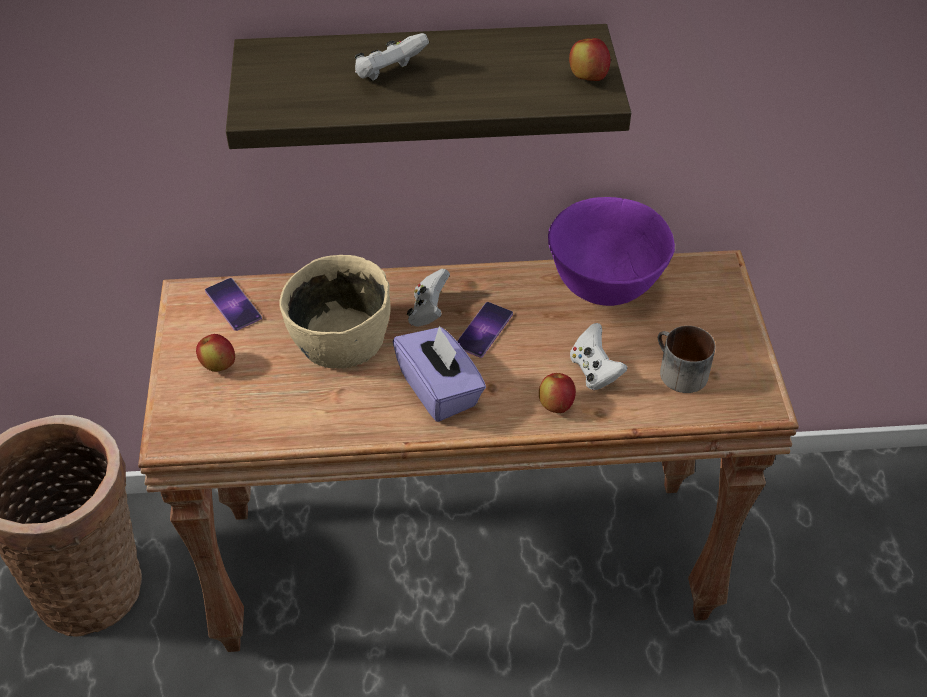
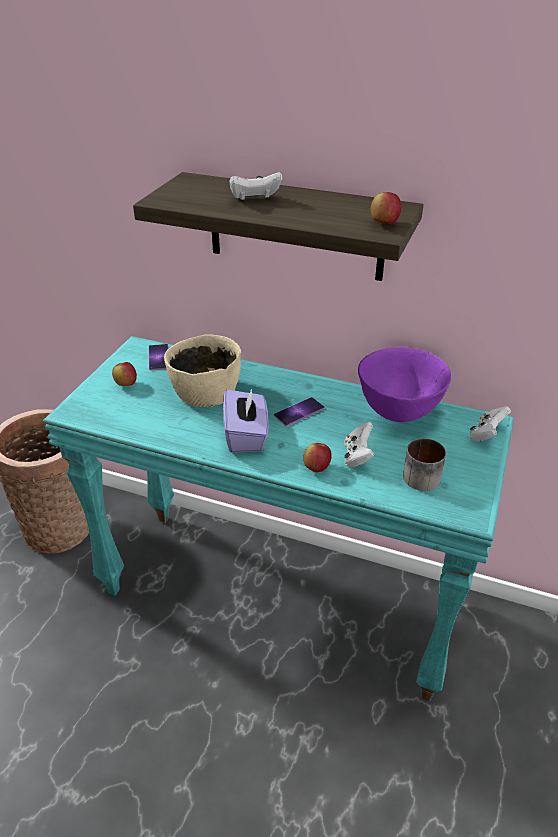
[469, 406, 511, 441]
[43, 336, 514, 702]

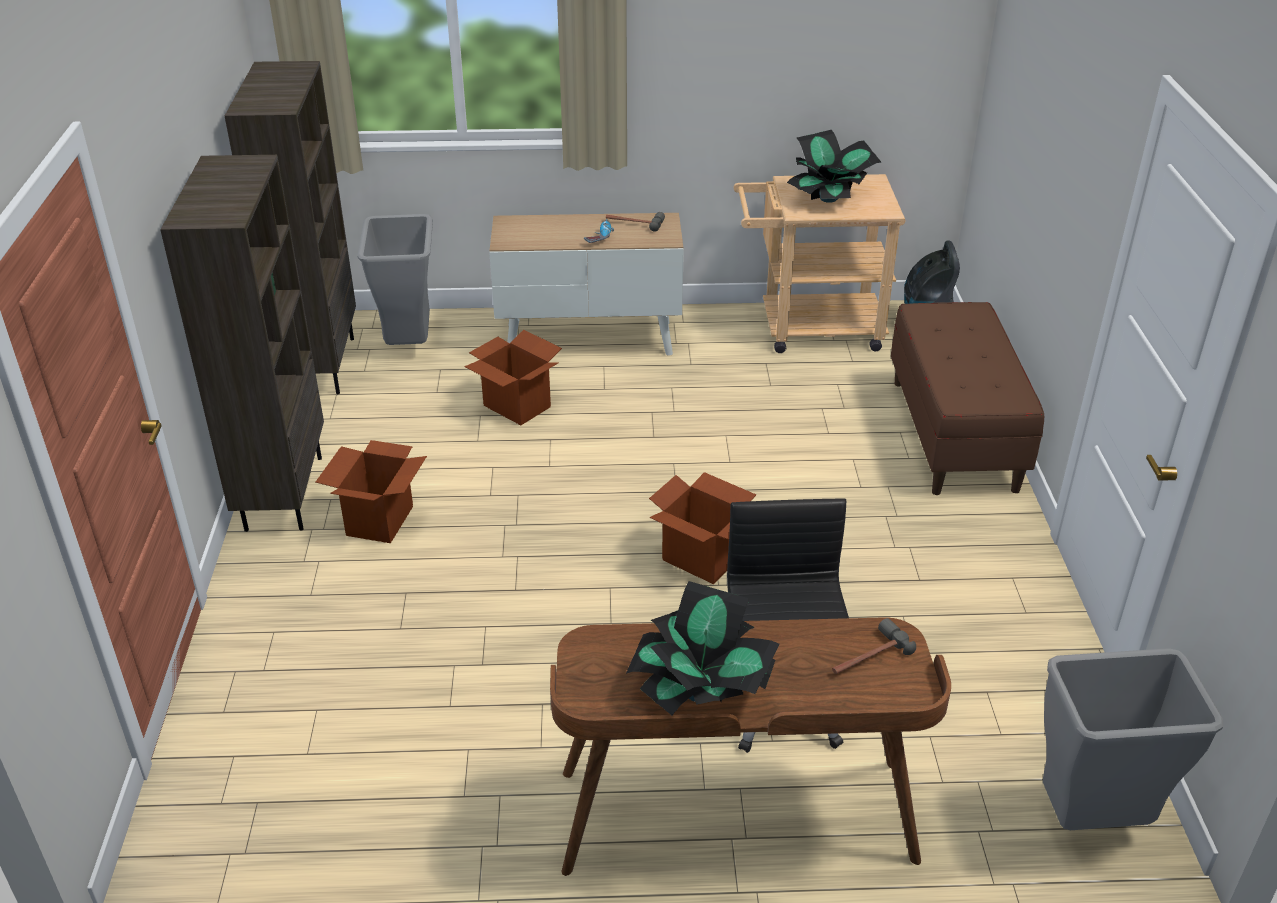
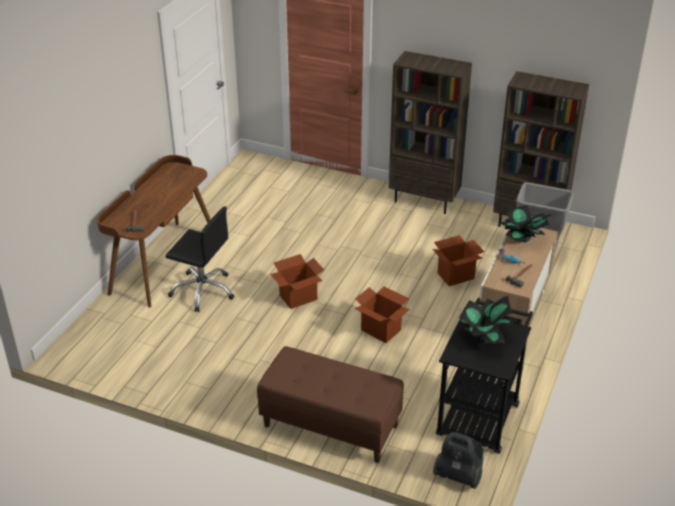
[1043, 648, 1223, 830] (first image)
[354, 286, 410, 343]
[499, 205, 551, 243]
[436, 298, 533, 454]

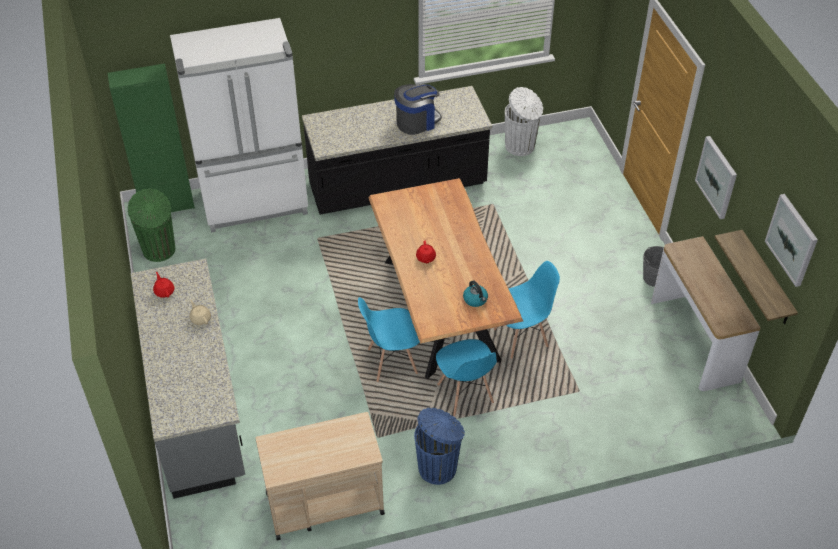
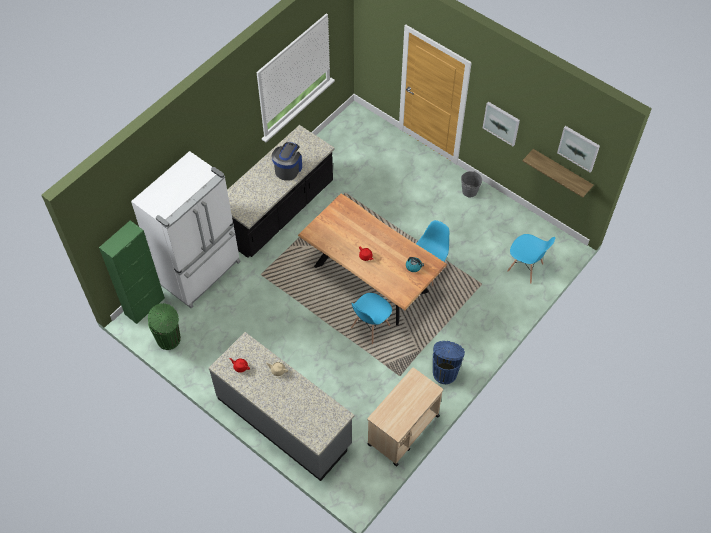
[505, 87, 543, 156] (first image)
[651, 236, 761, 391] (first image)
[507, 234, 555, 284]

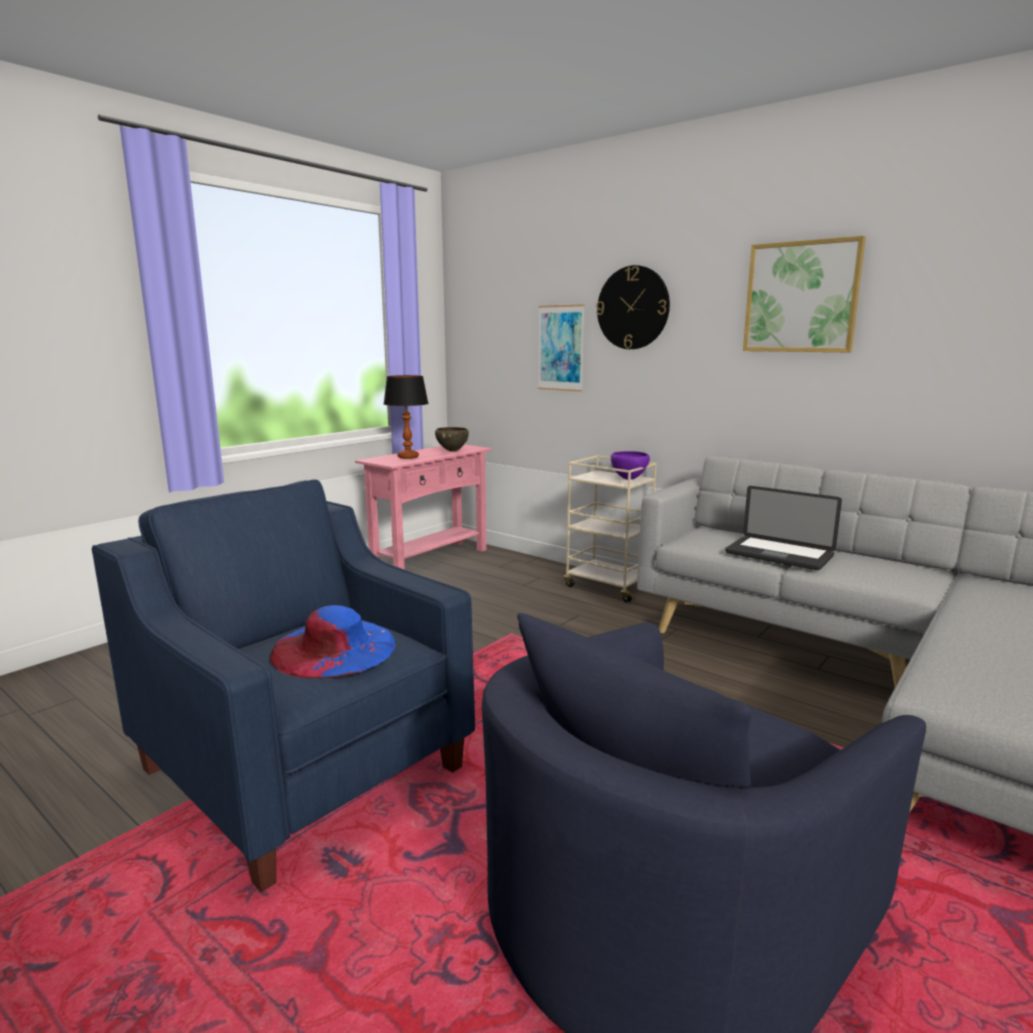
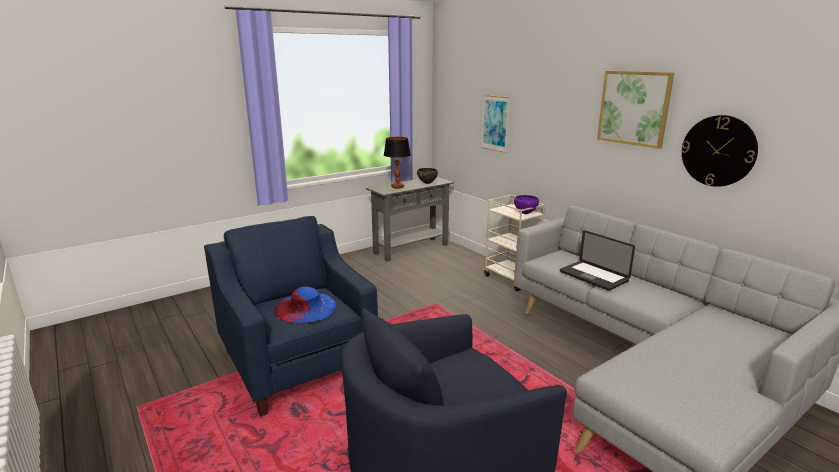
[681, 115, 758, 187]
[366, 177, 454, 261]

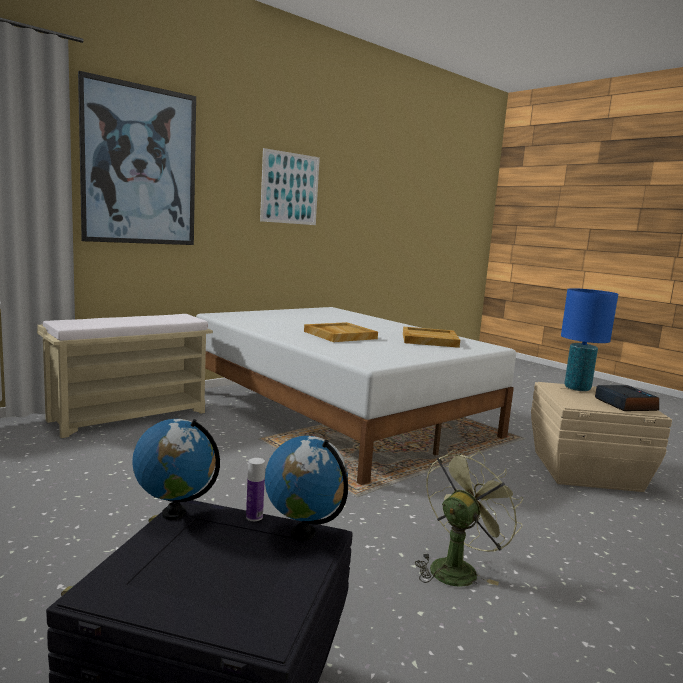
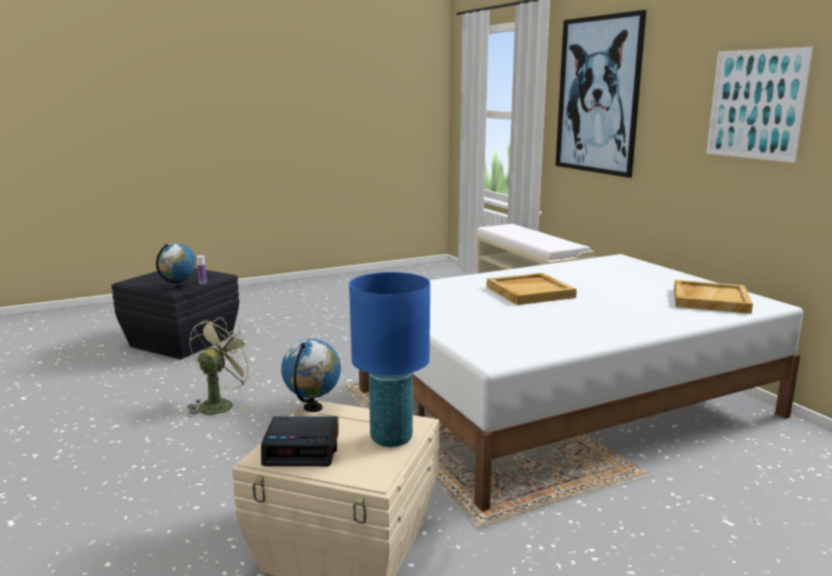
[281, 339, 341, 412]
[674, 280, 753, 314]
[188, 317, 257, 417]

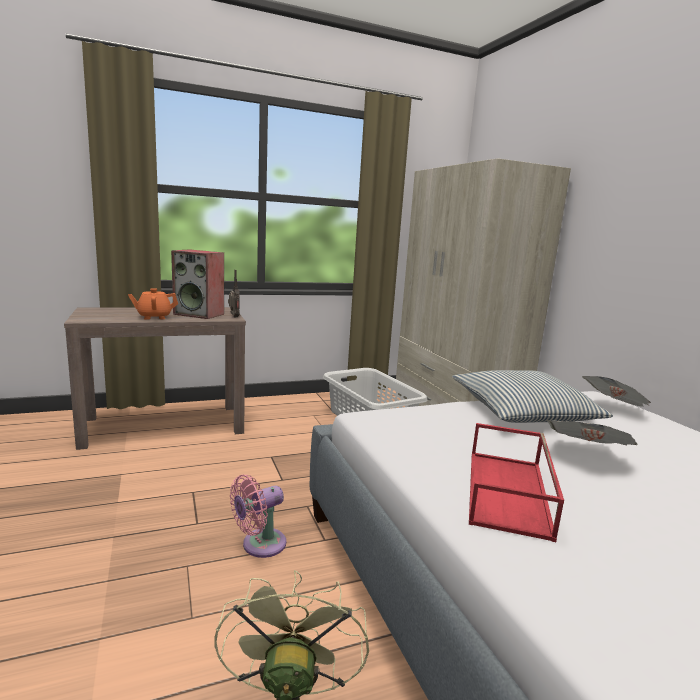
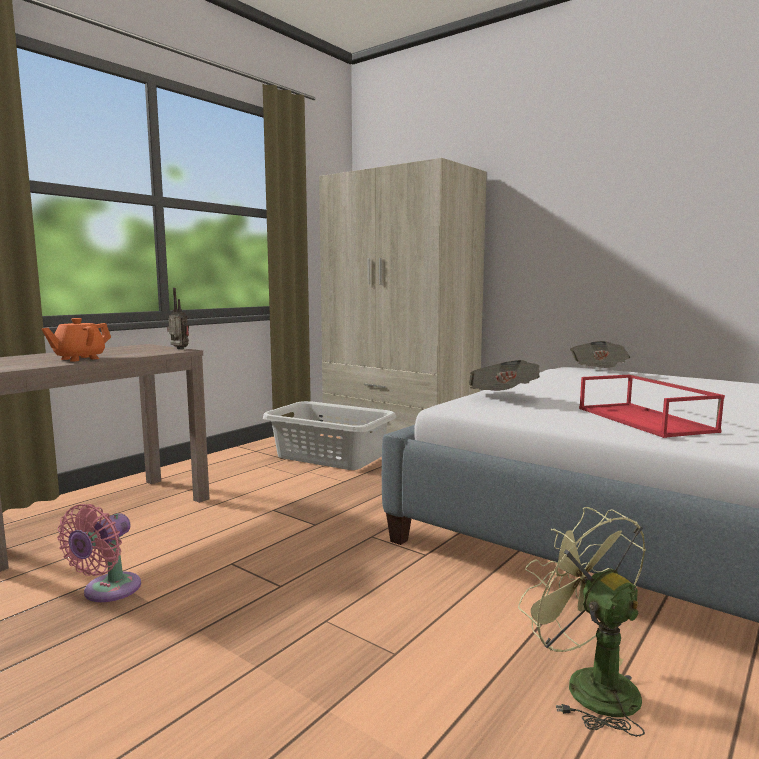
[171, 249, 224, 319] (first image)
[452, 370, 613, 423] (first image)
[57, 504, 141, 602]
[469, 360, 540, 391]

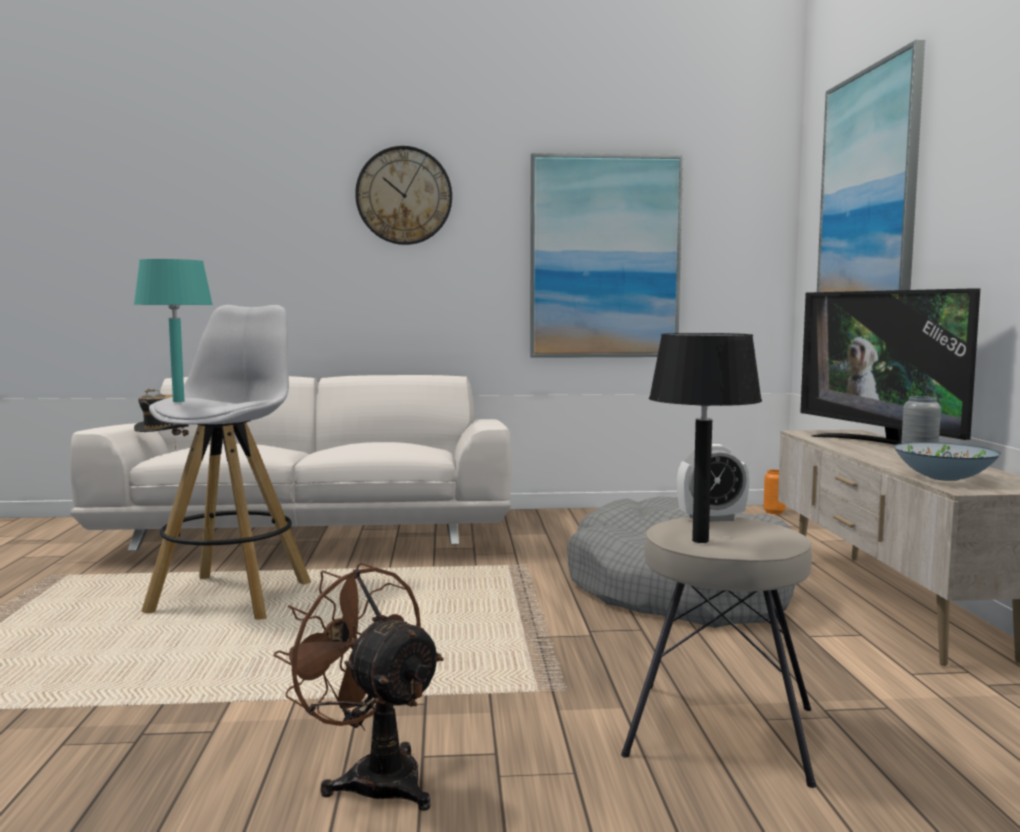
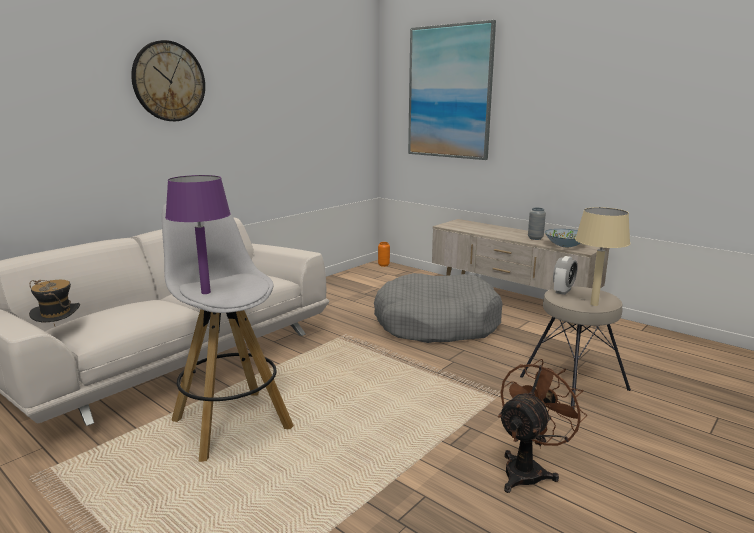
[530, 153, 683, 358] (first image)
[800, 288, 980, 445] (first image)
[165, 175, 231, 294]
[575, 207, 630, 306]
[498, 359, 587, 493]

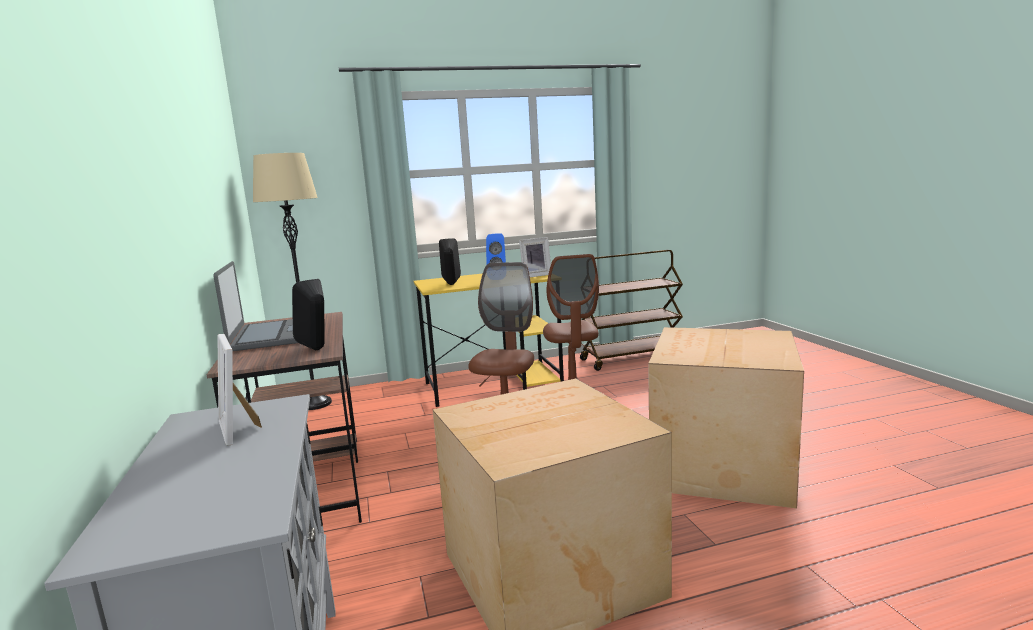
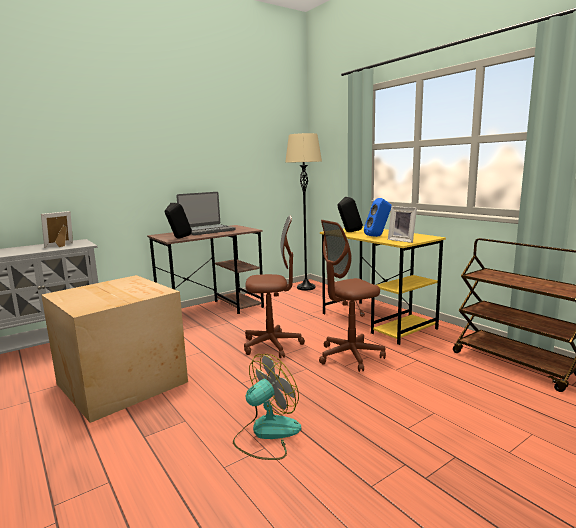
[233, 354, 301, 460]

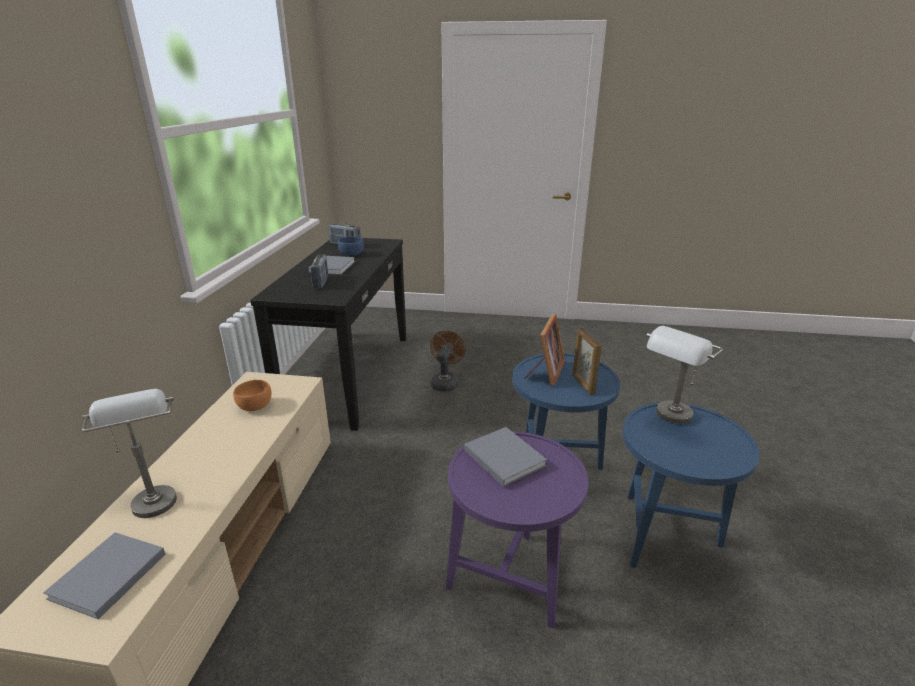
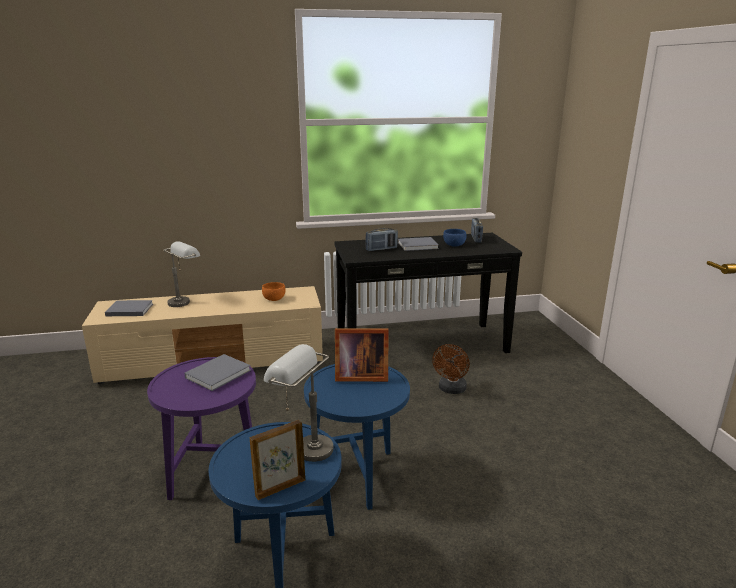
[250, 420, 305, 500]
[432, 344, 470, 394]

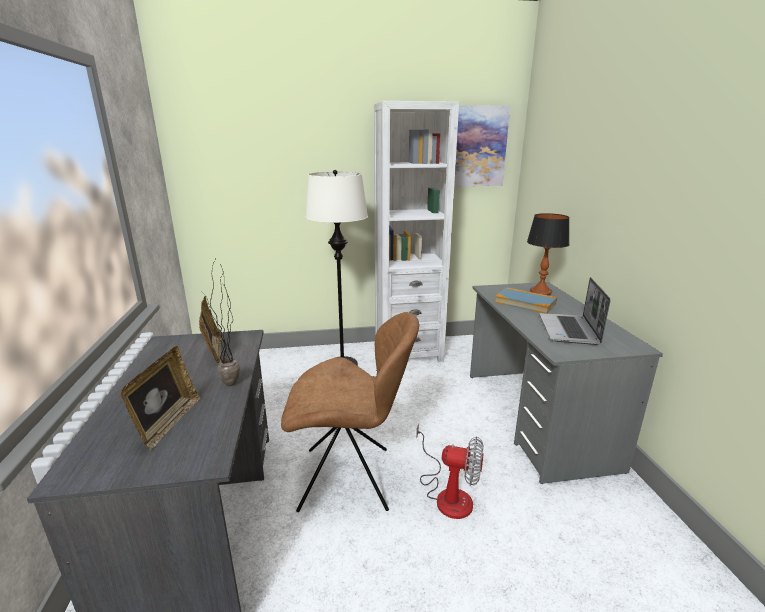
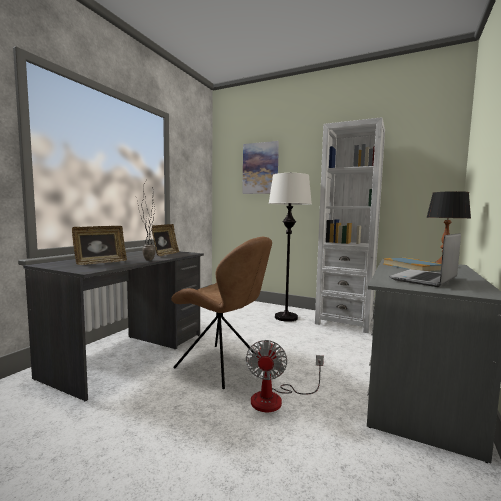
[242, 141, 279, 194]
[246, 340, 324, 412]

